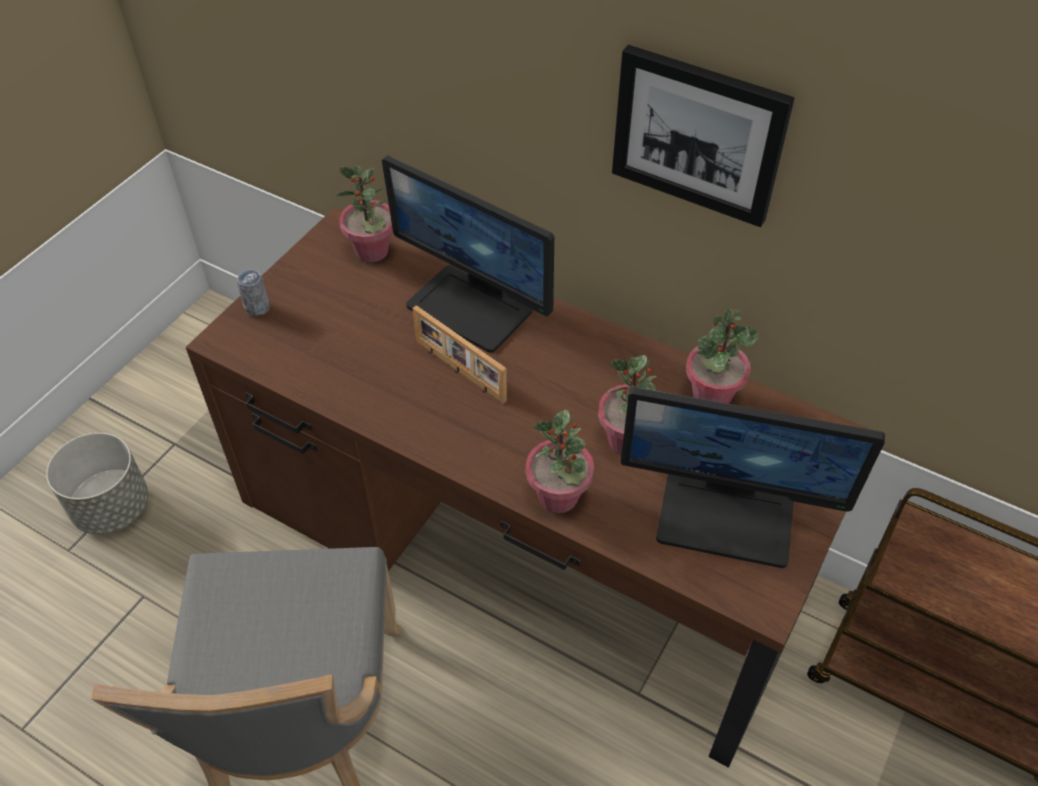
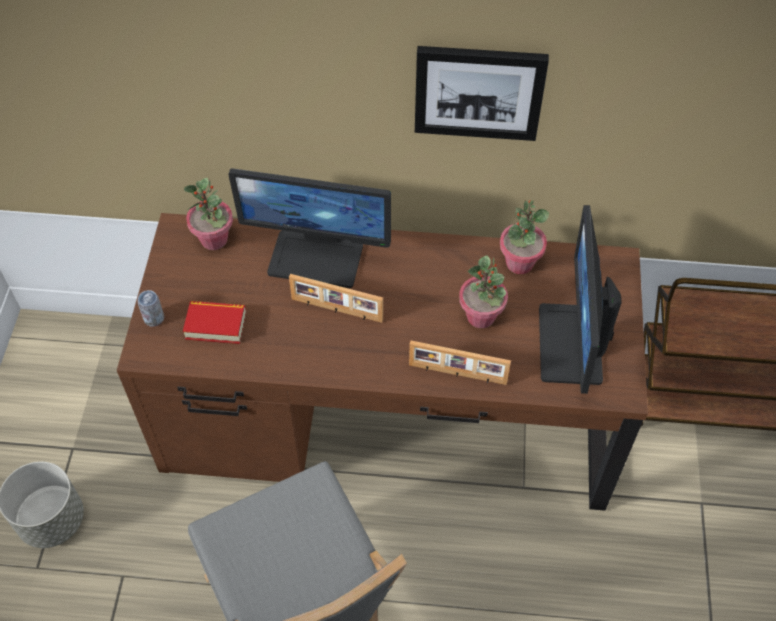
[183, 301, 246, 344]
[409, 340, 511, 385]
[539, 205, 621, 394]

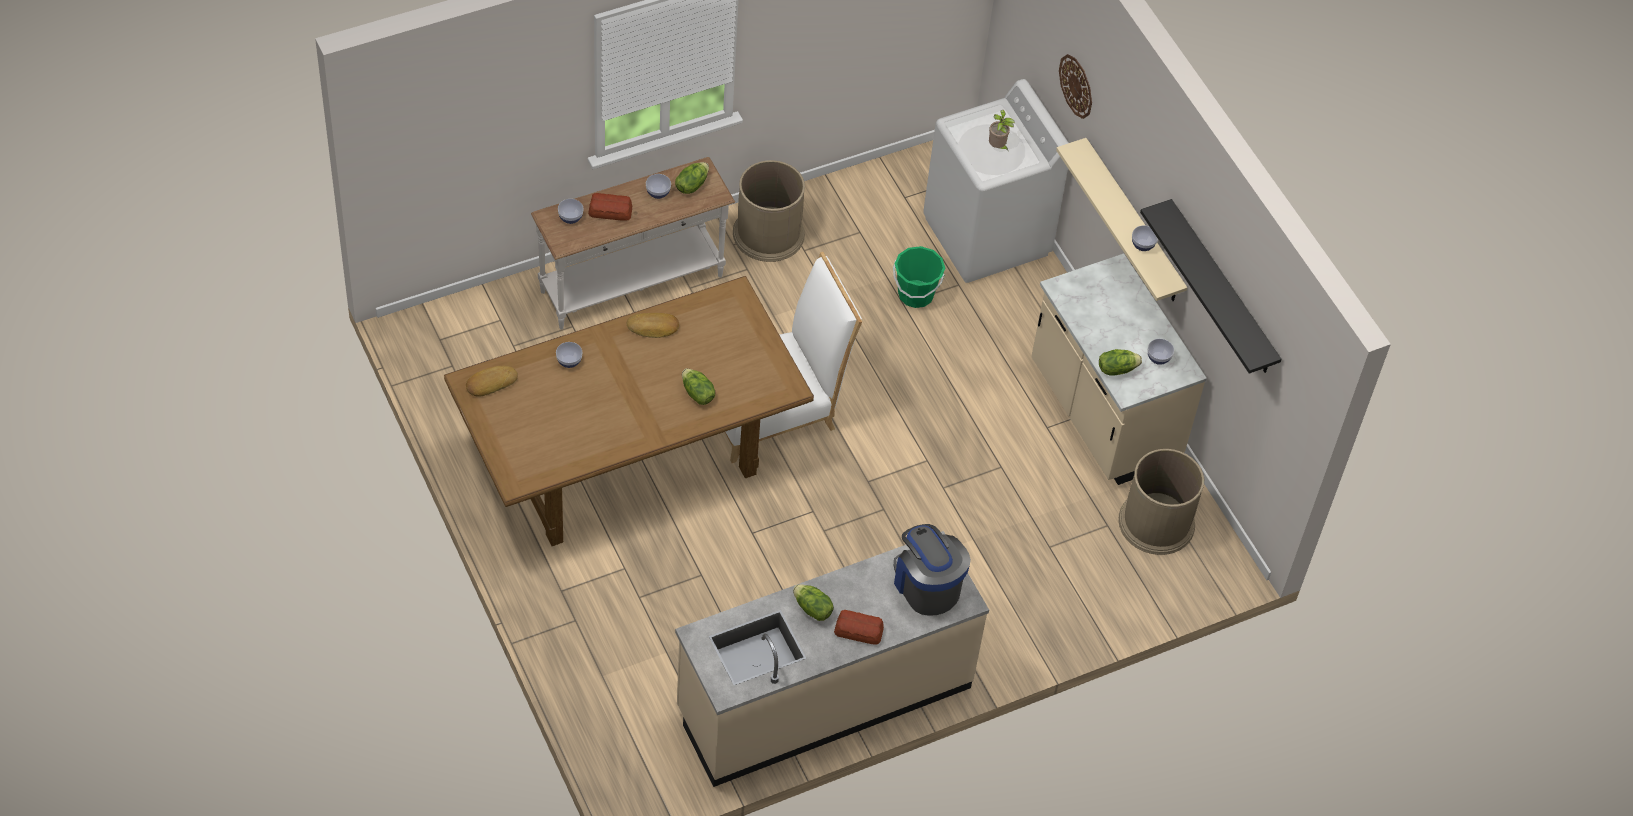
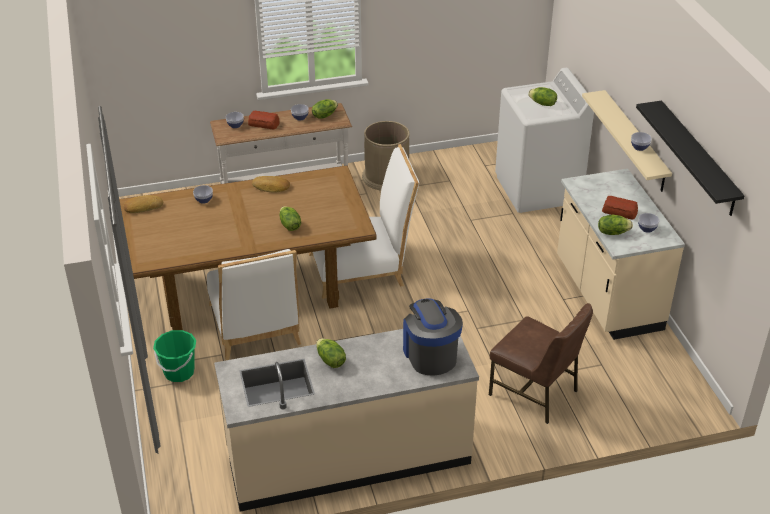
[1059, 54, 1092, 119] (first image)
[1118, 449, 1204, 555] (first image)
[207, 249, 301, 360]
[489, 303, 593, 424]
[602, 196, 638, 219]
[153, 330, 196, 382]
[528, 87, 557, 106]

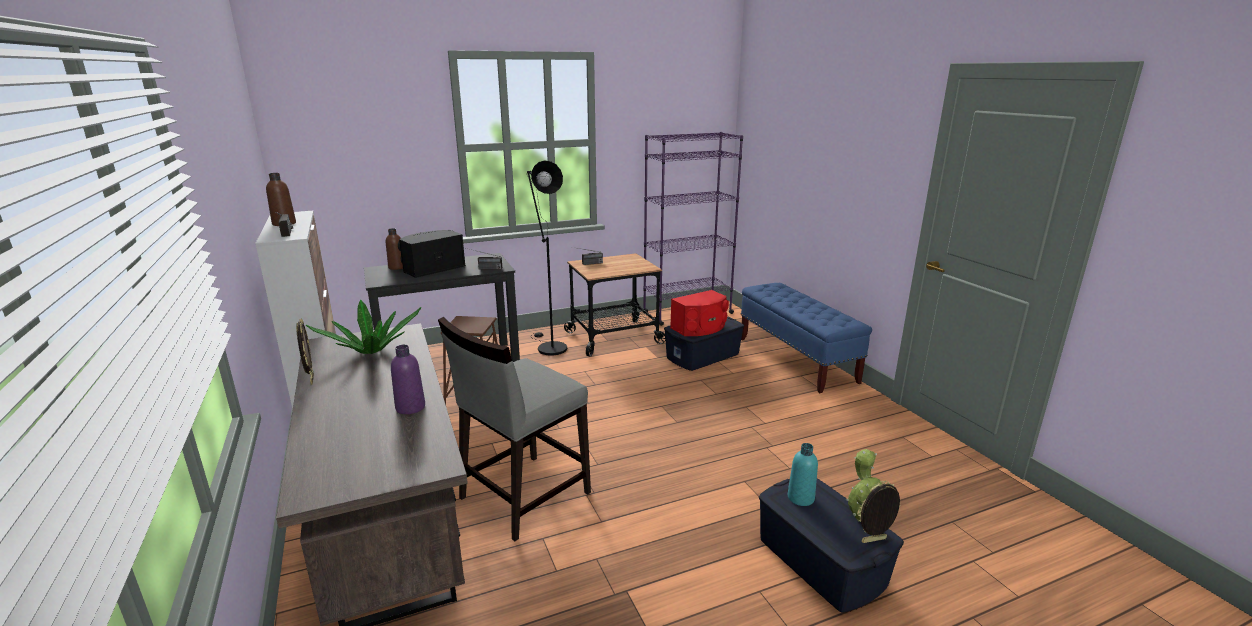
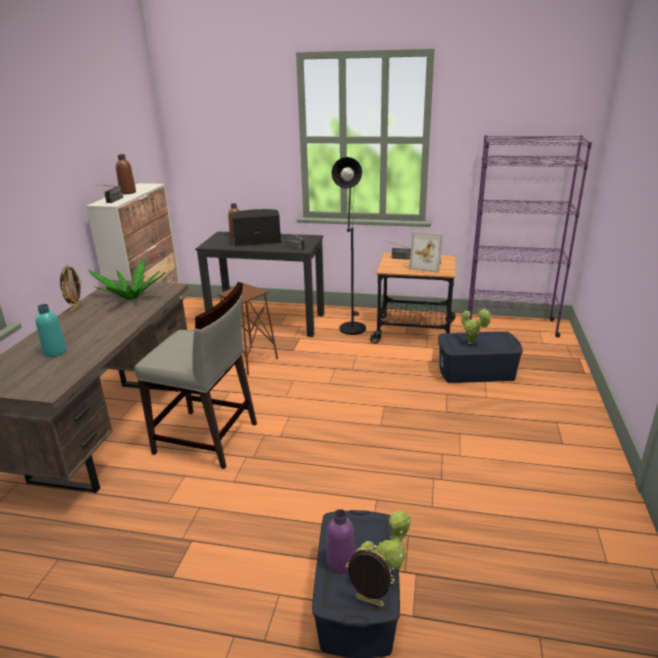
[741, 283, 872, 393] (first image)
[409, 231, 443, 273]
[327, 509, 355, 574]
[36, 304, 67, 357]
[461, 308, 492, 344]
[134, 282, 257, 469]

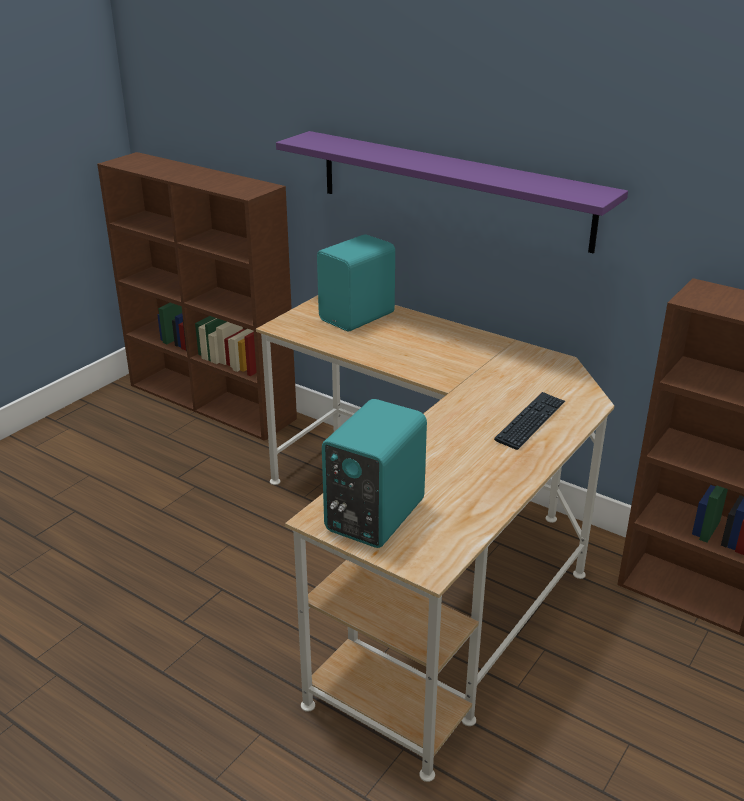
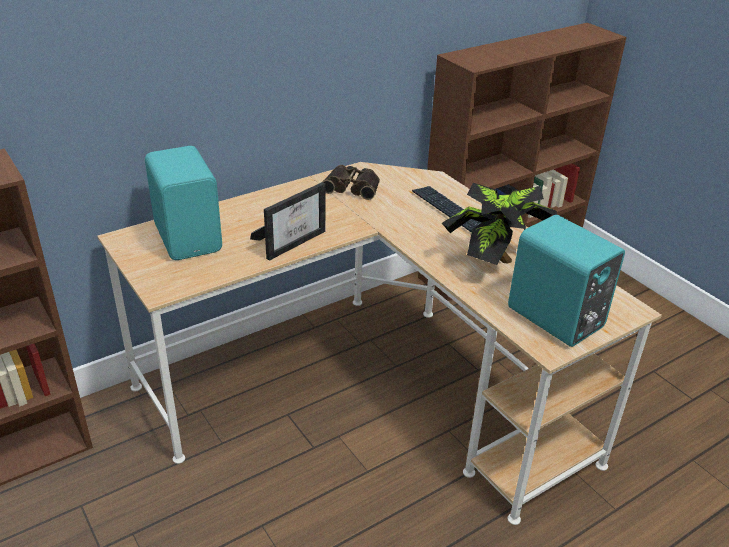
[276, 131, 628, 254] (first image)
[250, 182, 325, 261]
[322, 165, 380, 200]
[442, 183, 557, 265]

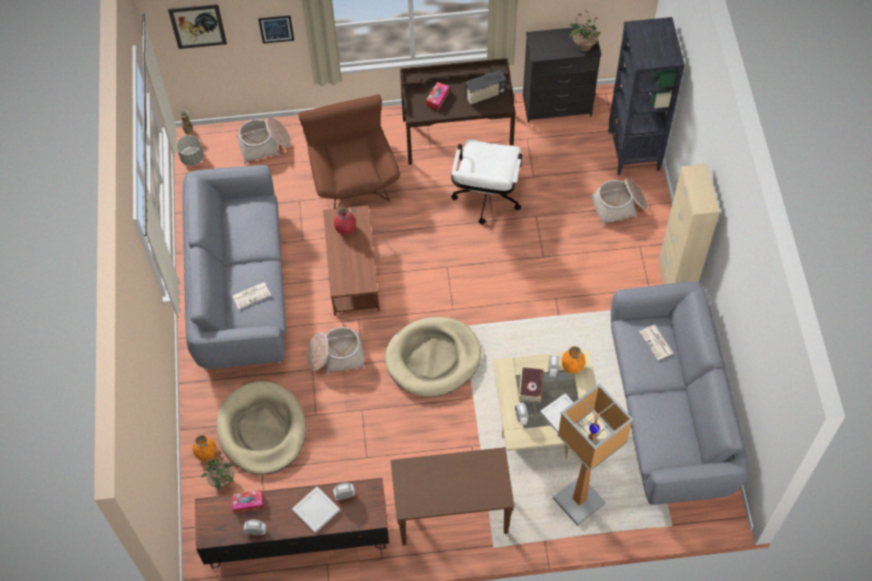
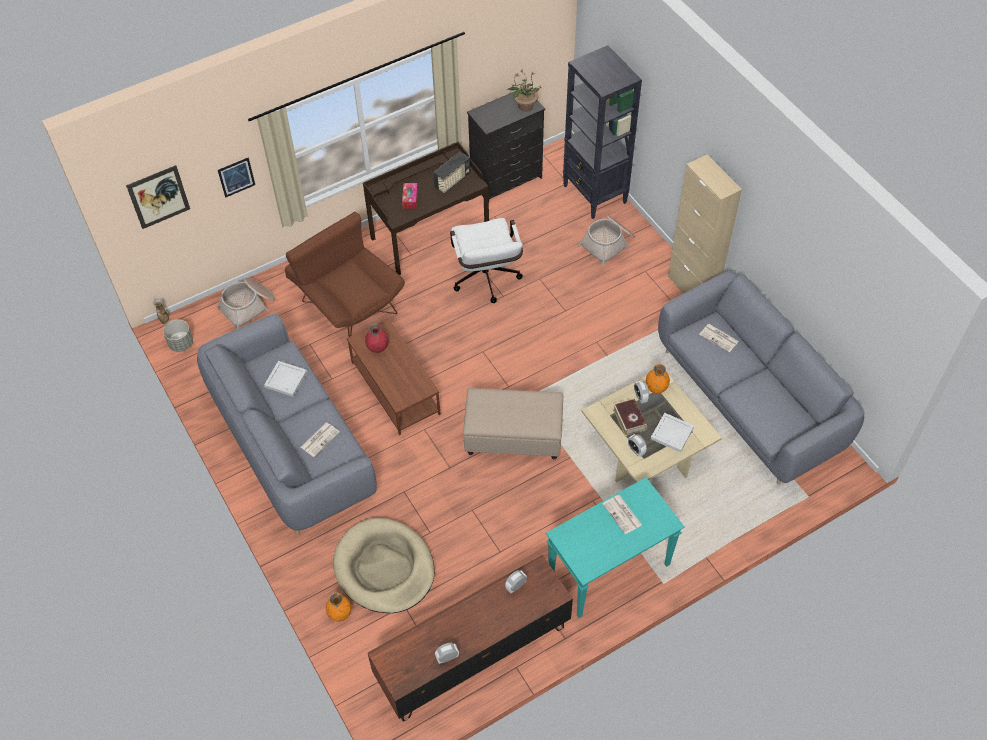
[201, 450, 234, 492] (first image)
[231, 490, 264, 513] (first image)
[307, 327, 366, 375] (first image)
[553, 384, 634, 526] (first image)
[602, 495, 642, 534]
[264, 361, 307, 397]
[463, 388, 563, 460]
[546, 477, 685, 618]

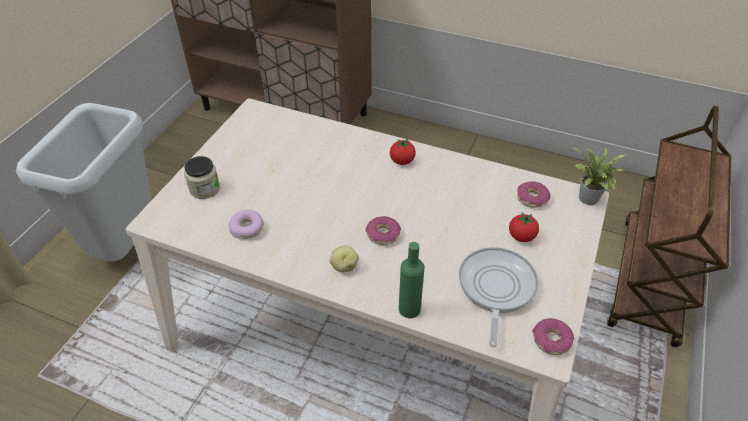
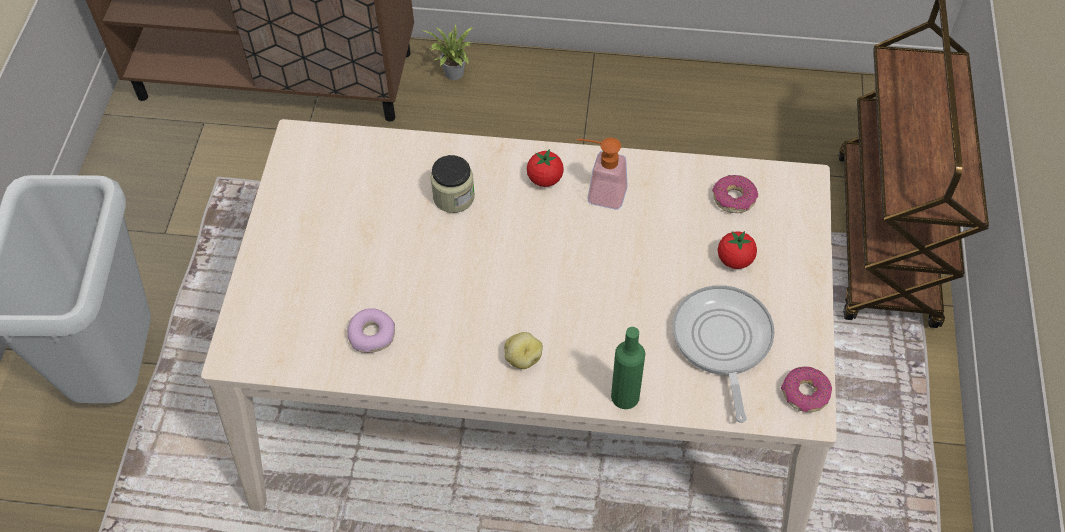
[365, 216, 401, 245] (first image)
[577, 138, 628, 210]
[431, 155, 475, 213]
[421, 24, 473, 80]

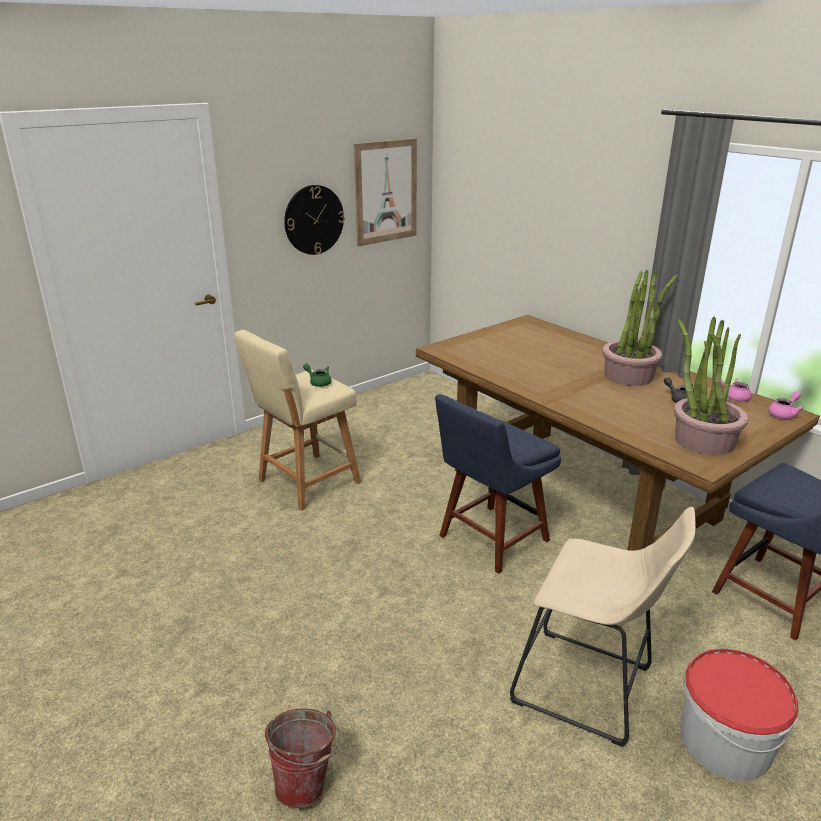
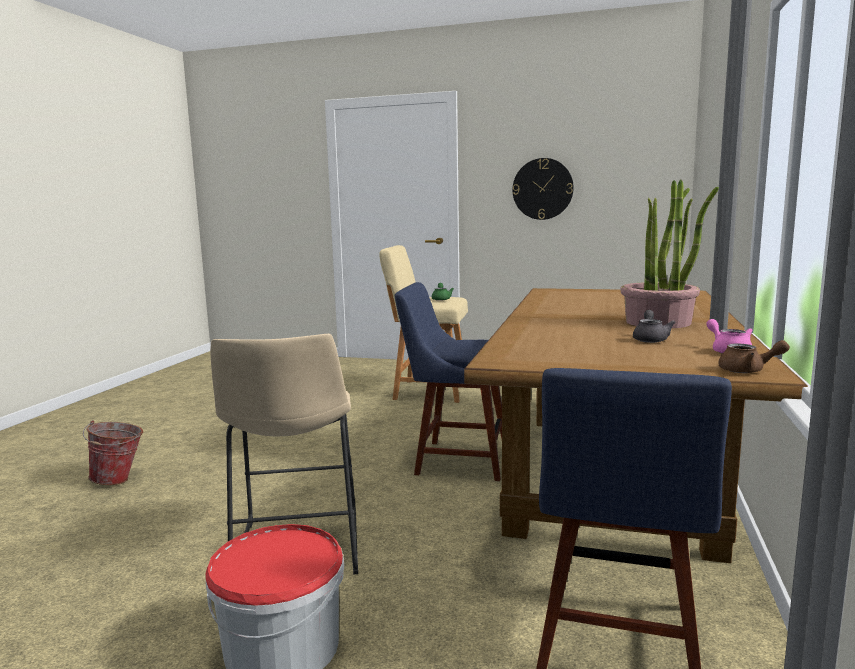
[354, 138, 417, 246] (first image)
[674, 317, 749, 455] (first image)
[718, 340, 790, 373]

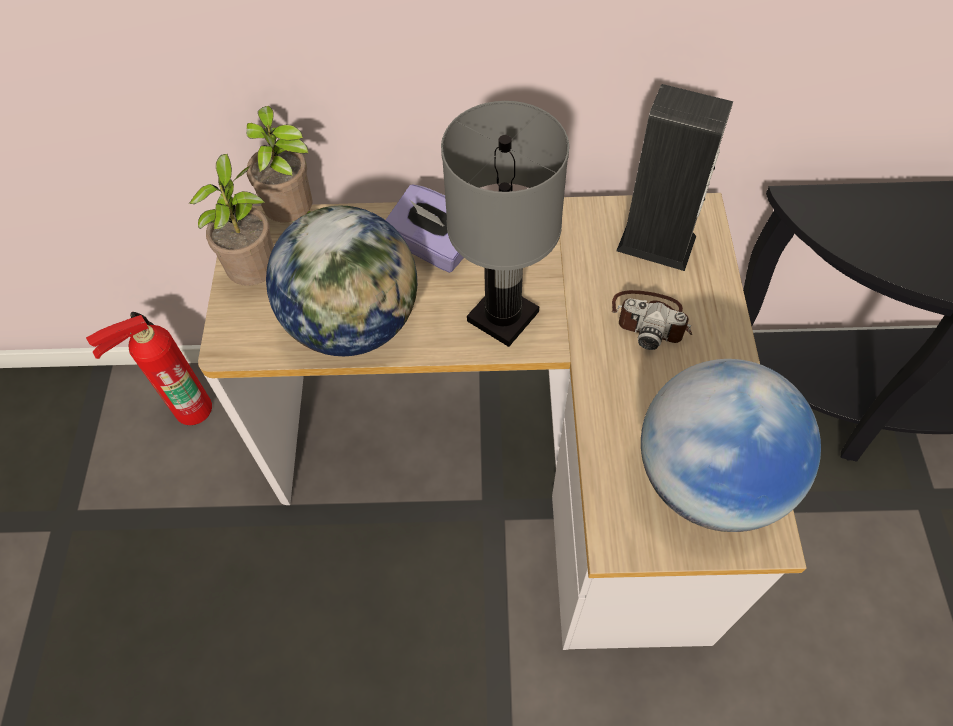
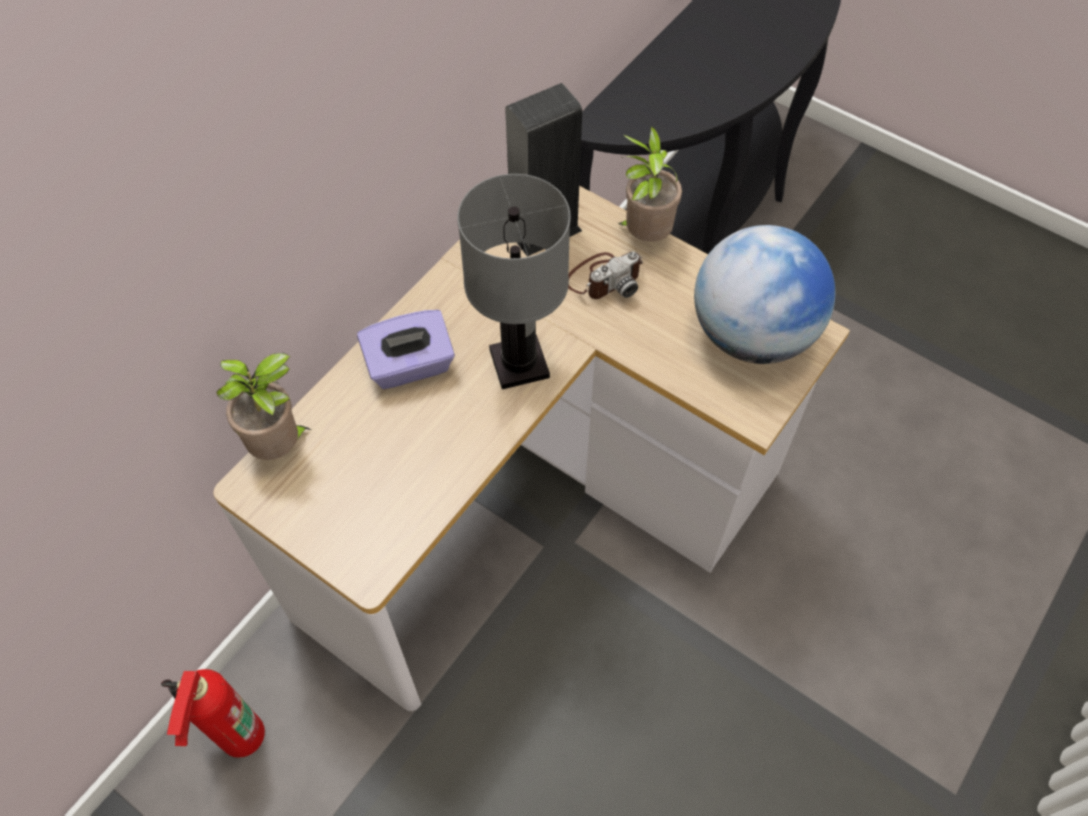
[266, 206, 417, 356] (first image)
[618, 126, 682, 242]

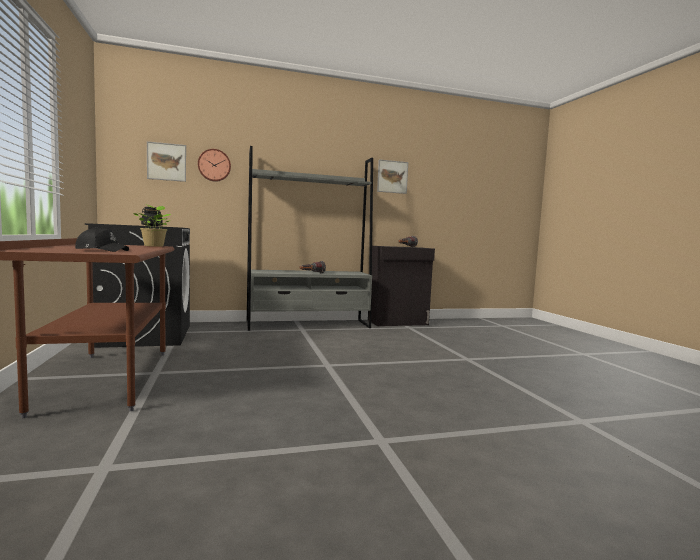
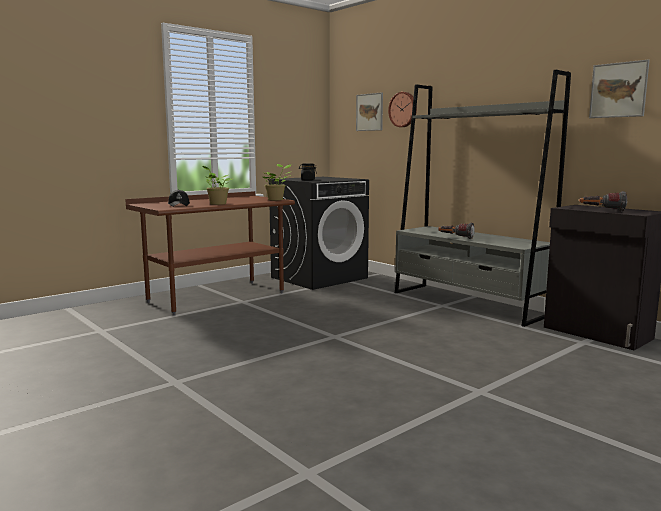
[202, 166, 232, 205]

